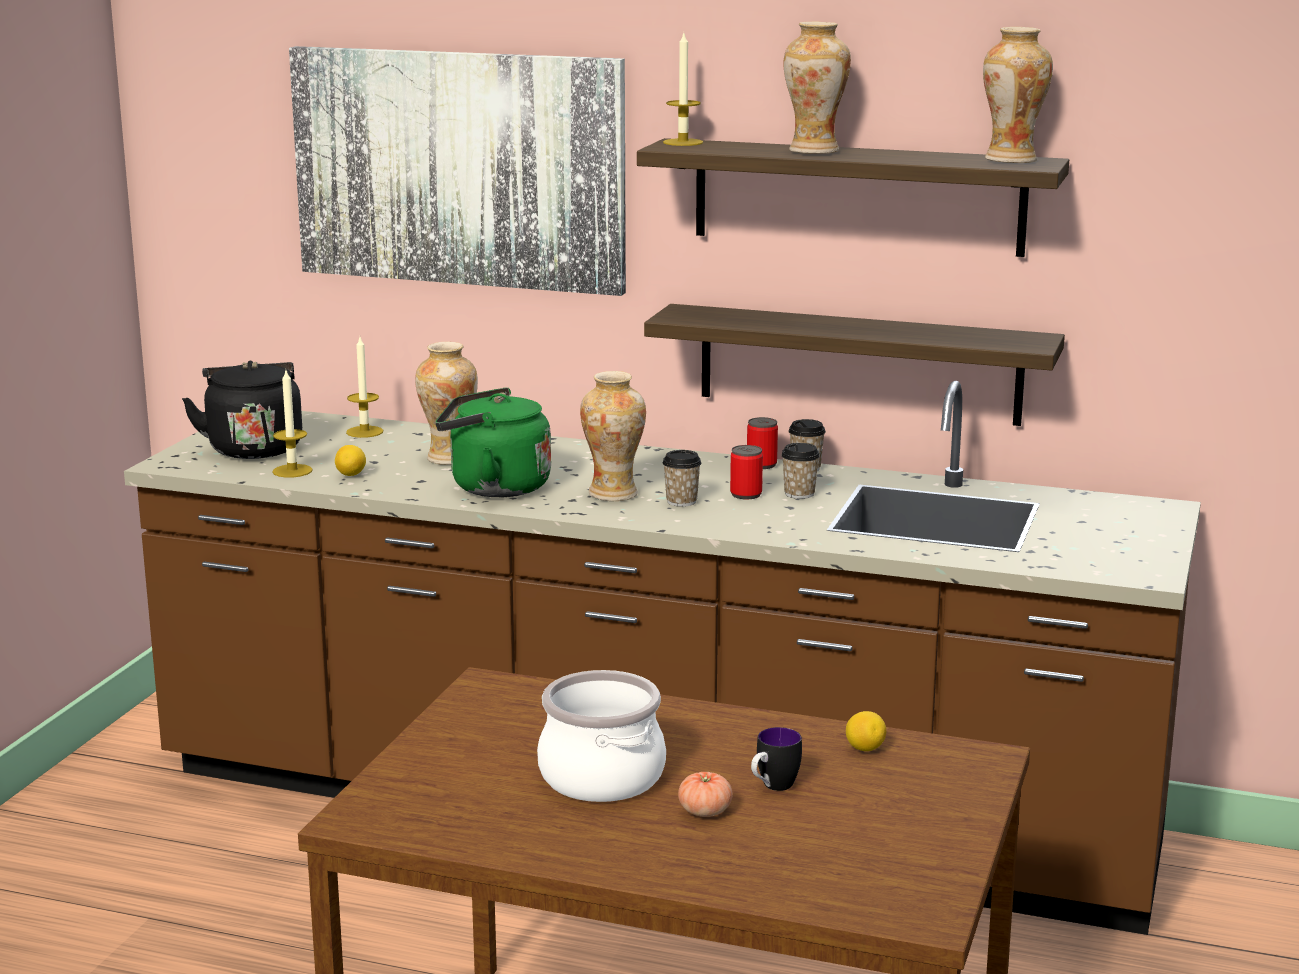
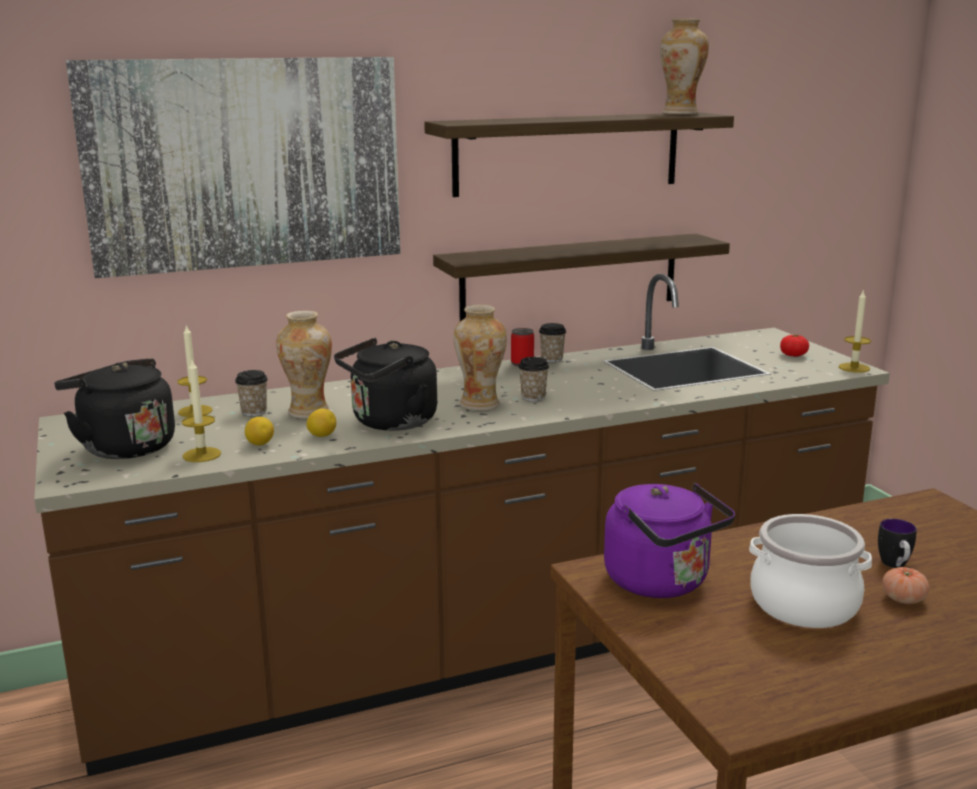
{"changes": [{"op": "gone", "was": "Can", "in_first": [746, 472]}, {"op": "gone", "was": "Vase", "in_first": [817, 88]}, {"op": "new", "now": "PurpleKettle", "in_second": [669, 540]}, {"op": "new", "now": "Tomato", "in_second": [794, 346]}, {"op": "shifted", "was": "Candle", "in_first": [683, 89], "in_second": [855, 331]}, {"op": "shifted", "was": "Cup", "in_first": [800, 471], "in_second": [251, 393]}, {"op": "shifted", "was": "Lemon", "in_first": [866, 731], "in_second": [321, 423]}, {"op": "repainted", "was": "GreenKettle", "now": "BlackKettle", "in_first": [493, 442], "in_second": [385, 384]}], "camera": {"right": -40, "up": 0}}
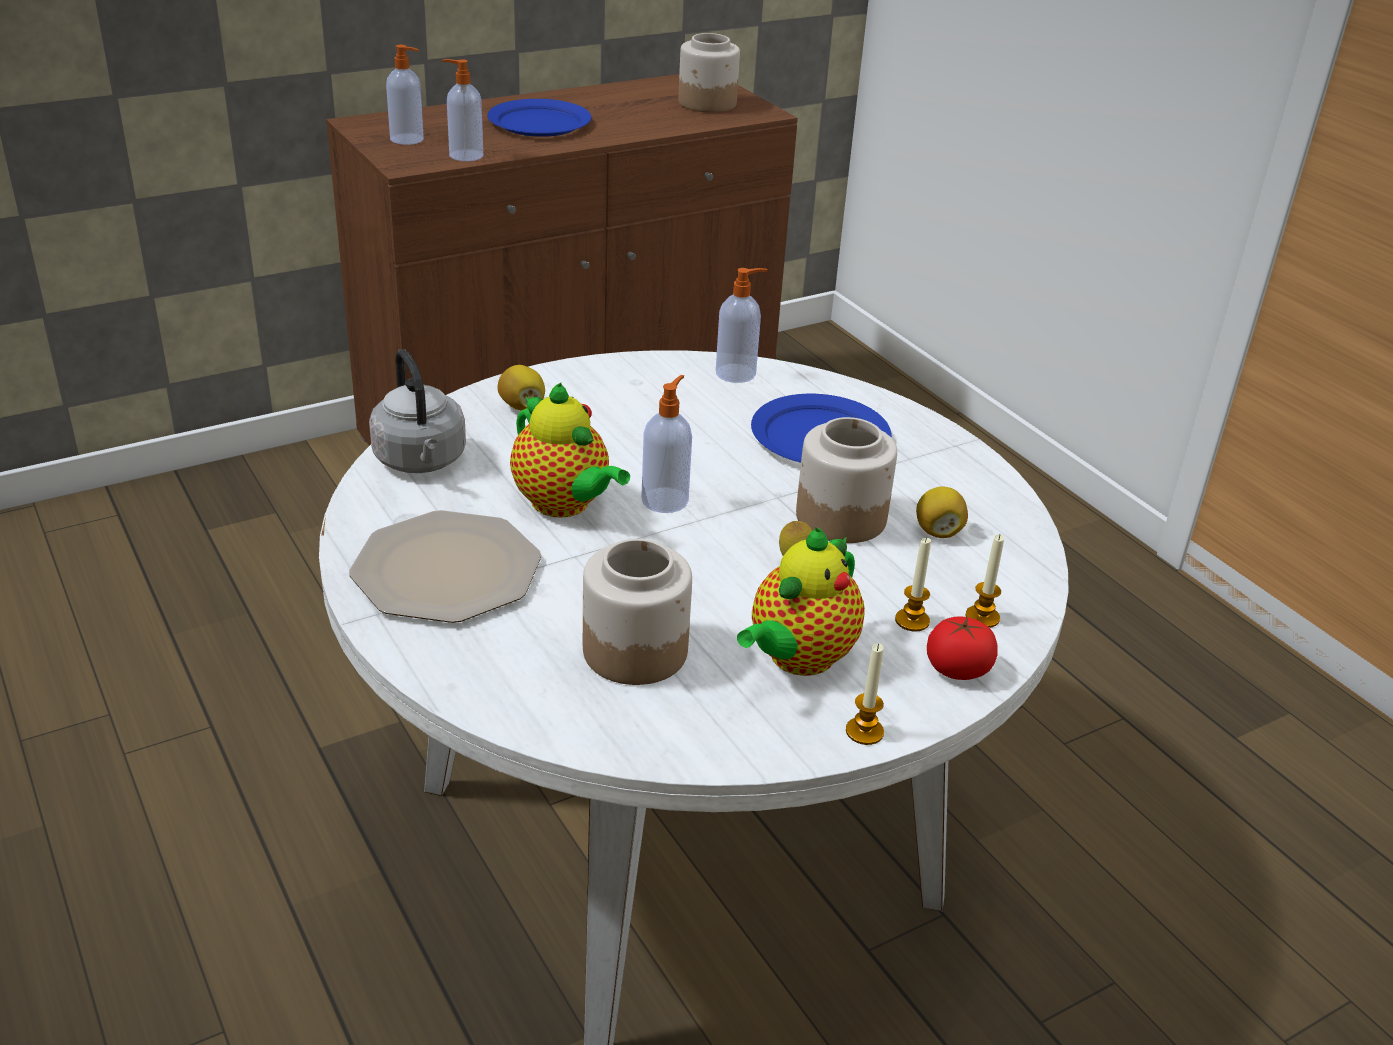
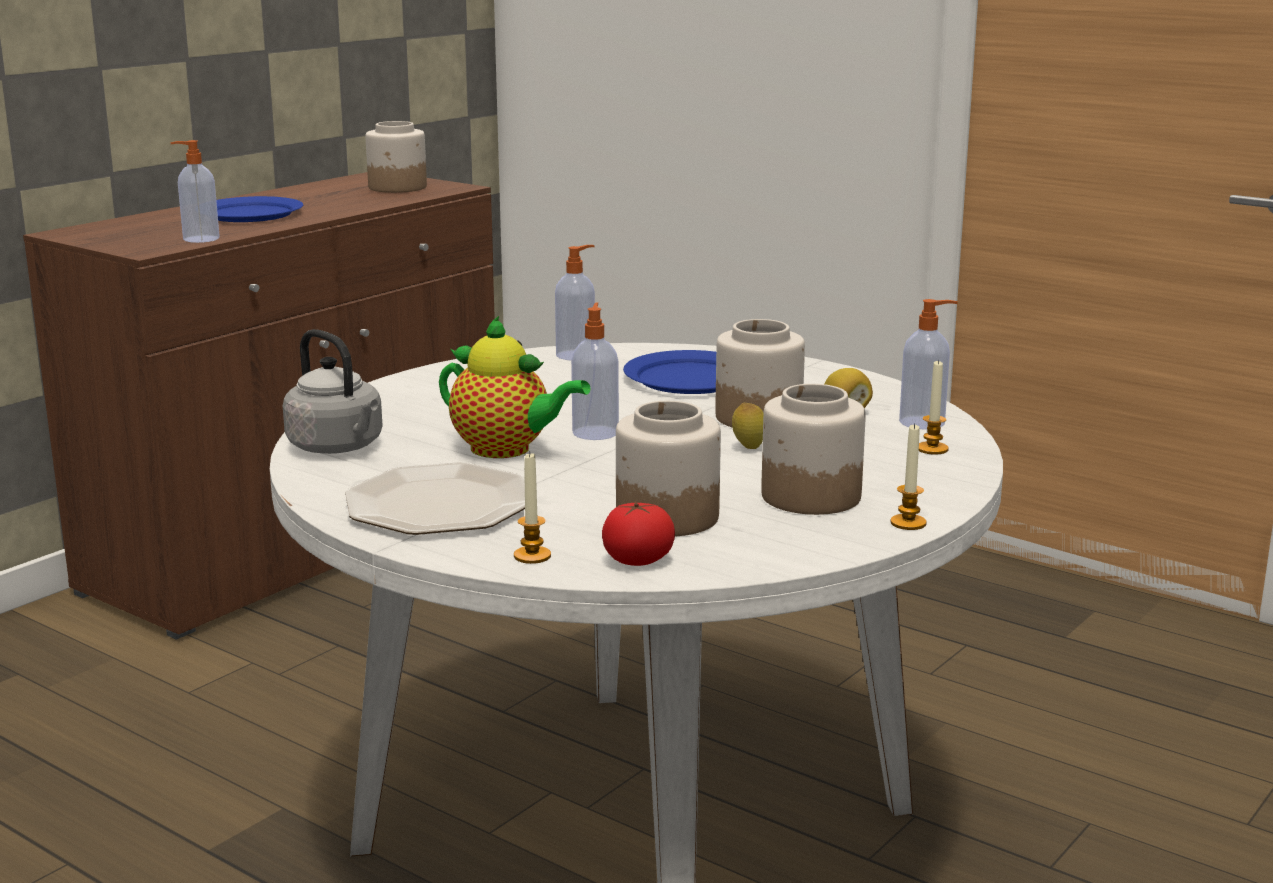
{"changes": [{"op": "gone", "was": "Lemon", "in_first": [521, 388]}, {"op": "shifted", "was": "SoapDispenser", "in_first": [405, 95], "in_second": [928, 364]}, {"op": "shifted", "was": "Candle", "in_first": [913, 584], "in_second": [532, 508]}, {"op": "shifted", "was": "Tomato", "in_first": [962, 648], "in_second": [638, 533]}, {"op": "swapped", "was": "Teapot", "now": "Jar", "in_first": [801, 601], "in_second": [813, 449]}], "camera": {"right": -20, "up": -15}}
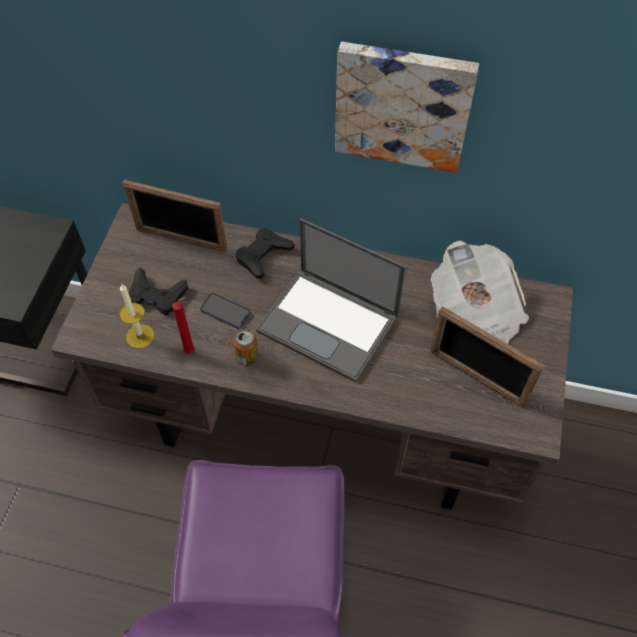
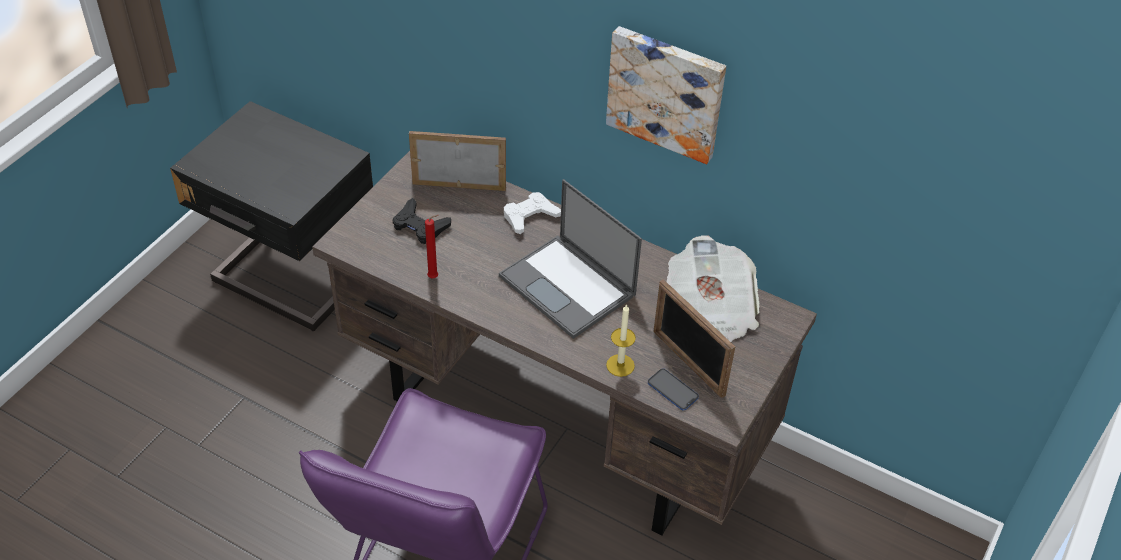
{"changes": [{"op": "gone", "was": "Can", "in_first": [245, 347]}, {"op": "shifted", "was": "Candle", "in_first": [136, 316], "in_second": [621, 340]}, {"op": "shifted", "was": "Phone", "in_first": [225, 311], "in_second": [673, 389]}, {"op": "repainted", "was": "BlackGameController", "now": "WhiteGameController", "in_first": [265, 253], "in_second": [532, 213]}, {"op": "rotated", "was": "PictureFrame", "in_first": [174, 215], "in_second": [457, 161], "clockwise": 150}], "camera": {"right": 15, "up": -10}}
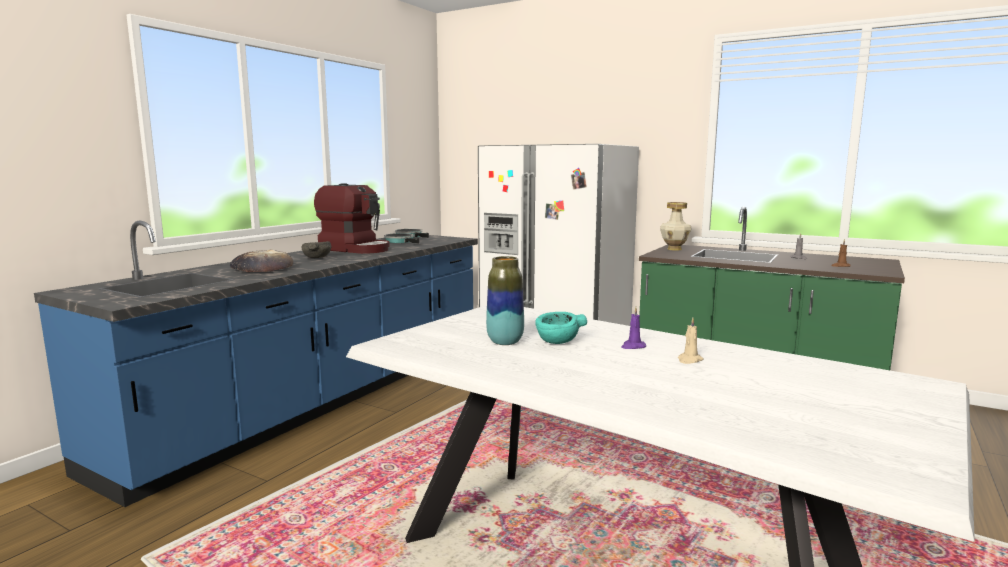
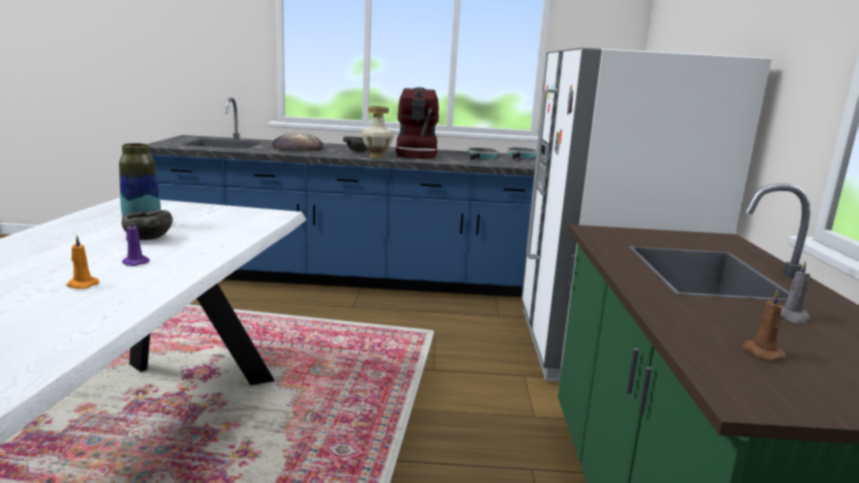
{"changes": [{"op": "shifted", "was": "Vase", "in_first": [676, 226], "in_second": [377, 132]}, {"op": "repainted", "was": "TurquoiseBowl", "now": "GreyBowl", "in_first": [561, 328], "in_second": [147, 225]}, {"op": "repainted", "was": "BeigeCandle", "now": "OrangeCandle", "in_first": [691, 341], "in_second": [82, 262]}], "camera": {"right": 60, "up": 5}}
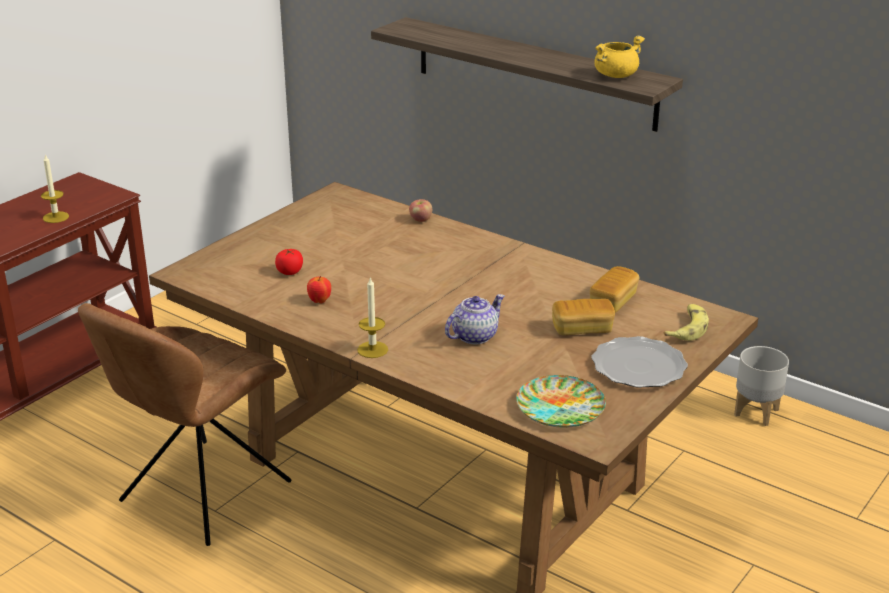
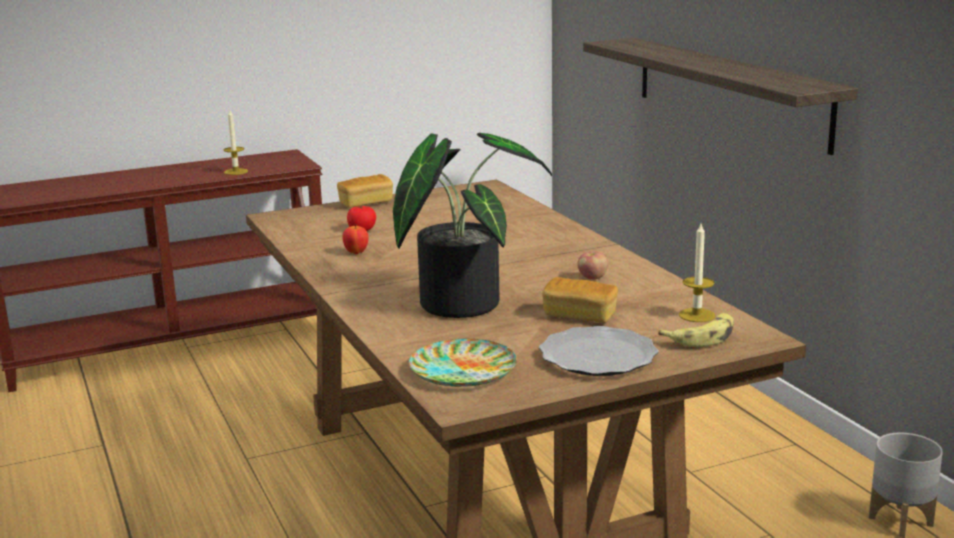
{"changes": [{"op": "gone", "was": "BrownChair", "in_first": [184, 424]}, {"op": "gone", "was": "YellowCookingPot", "in_first": [619, 57]}, {"op": "shifted", "was": "Candle", "in_first": [372, 317], "in_second": [697, 273]}, {"op": "shifted", "was": "Apple", "in_first": [420, 210], "in_second": [593, 265]}, {"op": "shifted", "was": "Bread", "in_first": [614, 289], "in_second": [365, 191]}, {"op": "swapped", "was": "Teapot", "now": "PottedPlant", "in_first": [474, 319], "in_second": [472, 225]}], "camera": {"right": 30, "up": -10}}
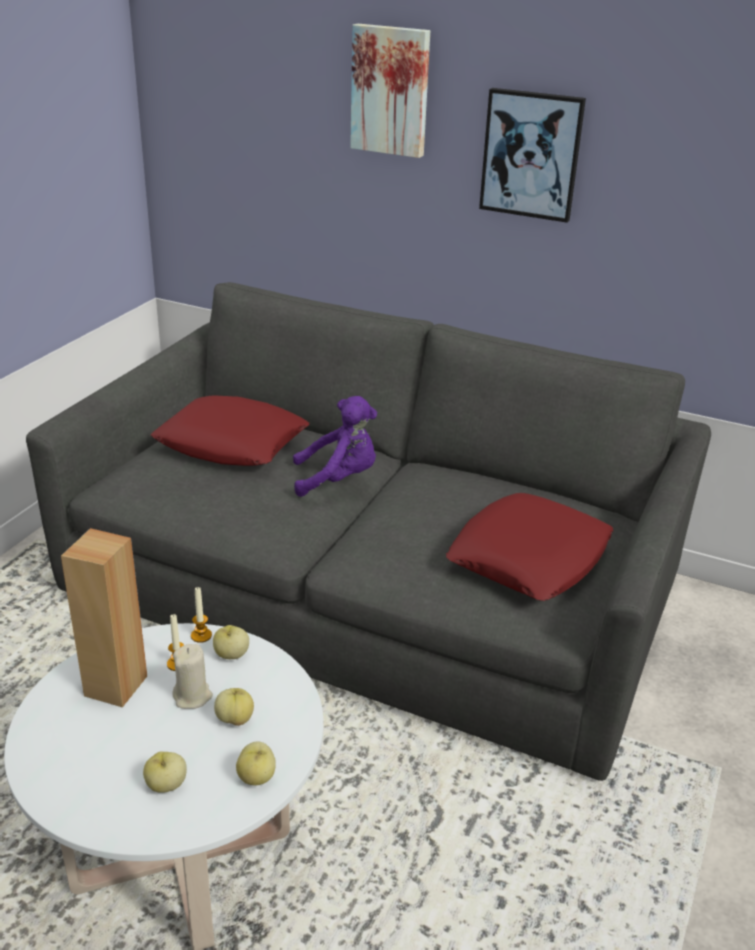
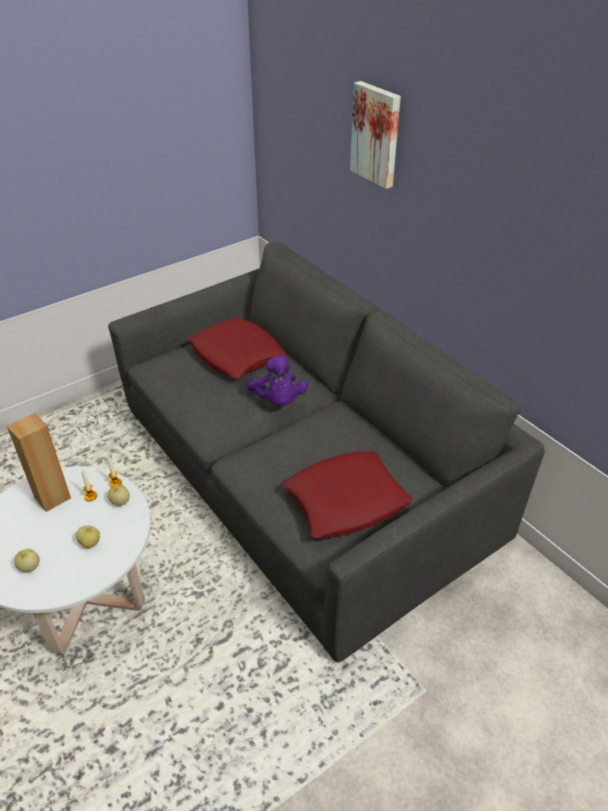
{"changes": [{"op": "gone", "was": "BeigeCandle", "in_first": [192, 676]}, {"op": "gone", "was": "Apple", "in_first": [256, 763]}, {"op": "gone", "was": "Picture", "in_first": [532, 155]}, {"op": "rotated", "was": "PurplePlushToy", "in_first": [335, 446], "in_second": [277, 380], "clockwise": 45}], "camera": {"right": 30, "up": 10}}
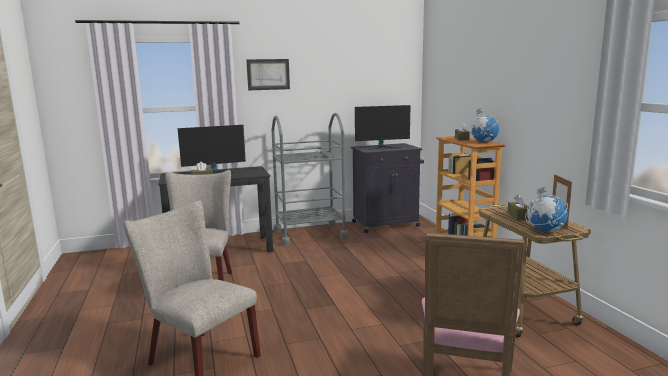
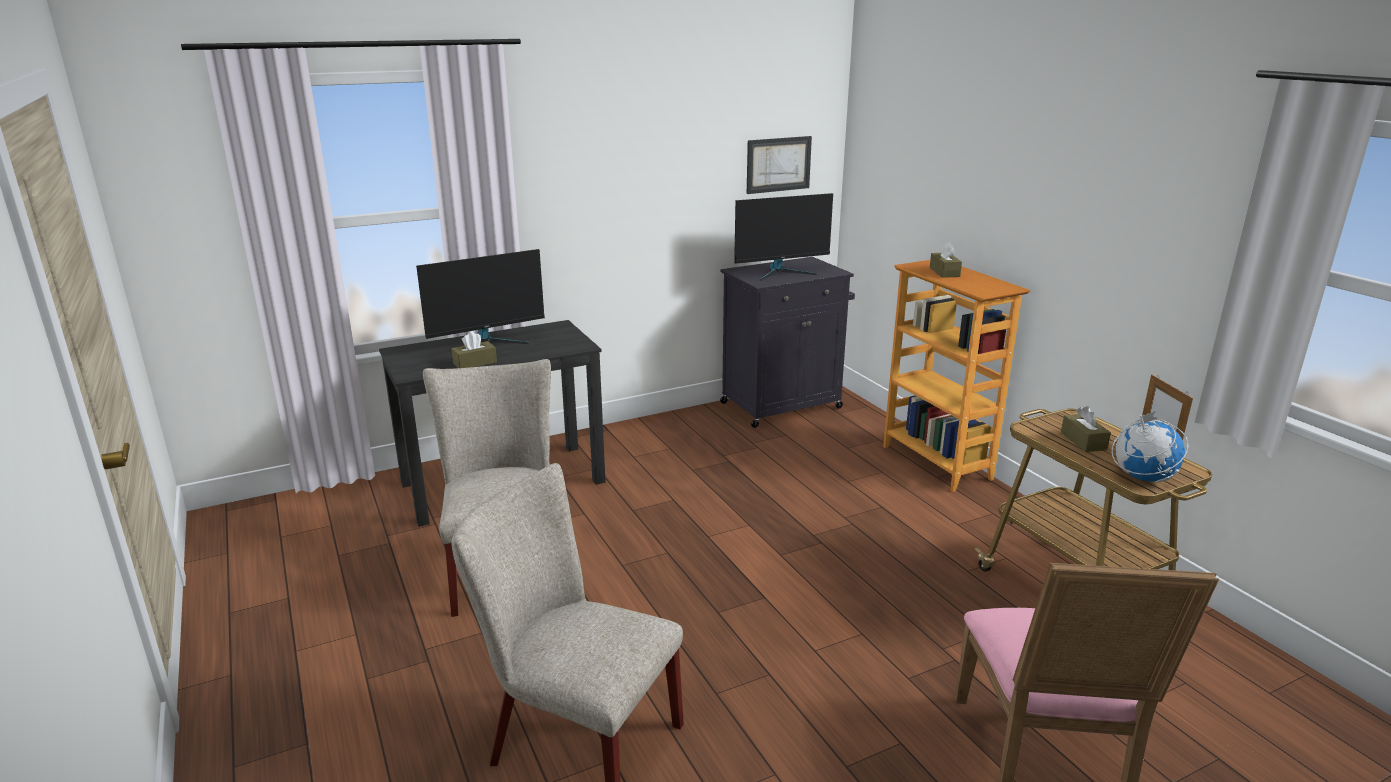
{"changes": [{"op": "gone", "was": "GreyCart", "in_first": [309, 179]}, {"op": "gone", "was": "Globe", "in_first": [484, 125]}, {"op": "shifted", "was": "Picture", "in_first": [268, 74], "in_second": [779, 165]}], "camera": {"right": -10, "up": 10}}
